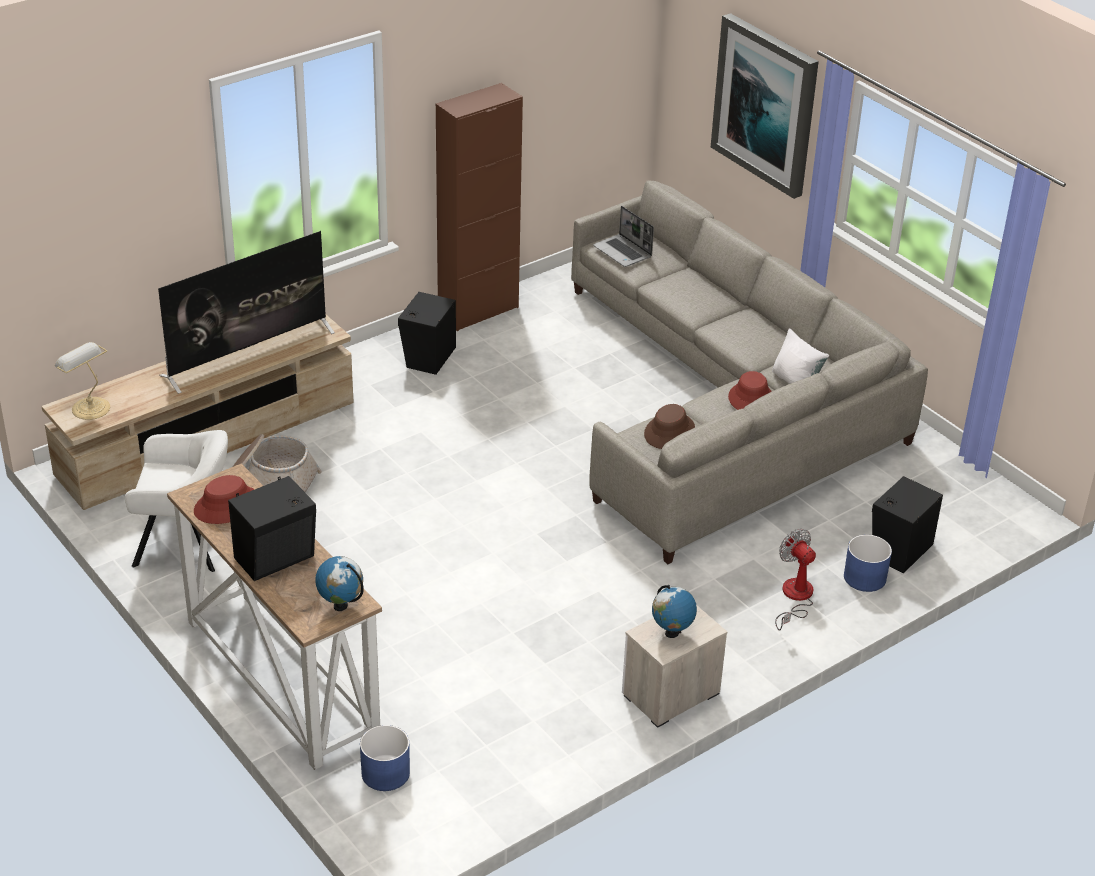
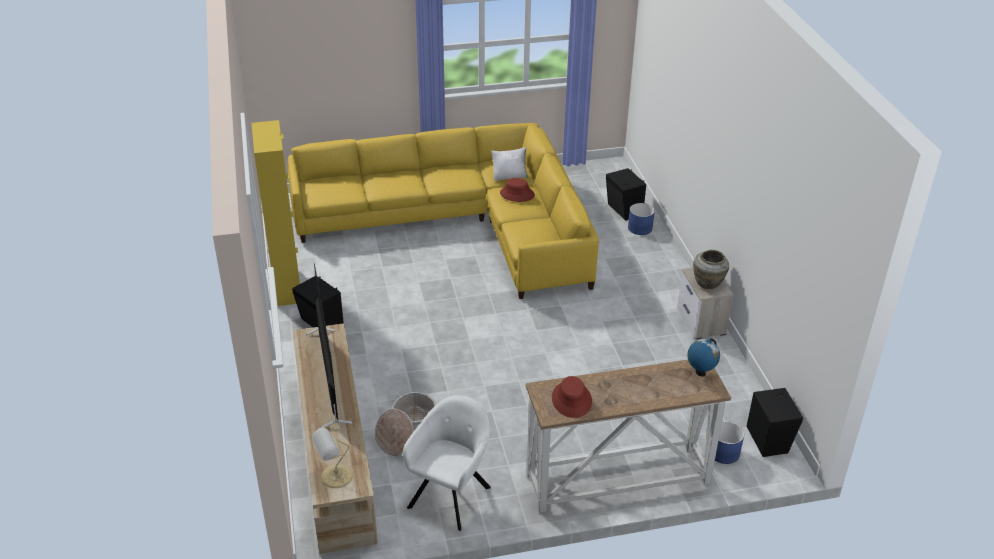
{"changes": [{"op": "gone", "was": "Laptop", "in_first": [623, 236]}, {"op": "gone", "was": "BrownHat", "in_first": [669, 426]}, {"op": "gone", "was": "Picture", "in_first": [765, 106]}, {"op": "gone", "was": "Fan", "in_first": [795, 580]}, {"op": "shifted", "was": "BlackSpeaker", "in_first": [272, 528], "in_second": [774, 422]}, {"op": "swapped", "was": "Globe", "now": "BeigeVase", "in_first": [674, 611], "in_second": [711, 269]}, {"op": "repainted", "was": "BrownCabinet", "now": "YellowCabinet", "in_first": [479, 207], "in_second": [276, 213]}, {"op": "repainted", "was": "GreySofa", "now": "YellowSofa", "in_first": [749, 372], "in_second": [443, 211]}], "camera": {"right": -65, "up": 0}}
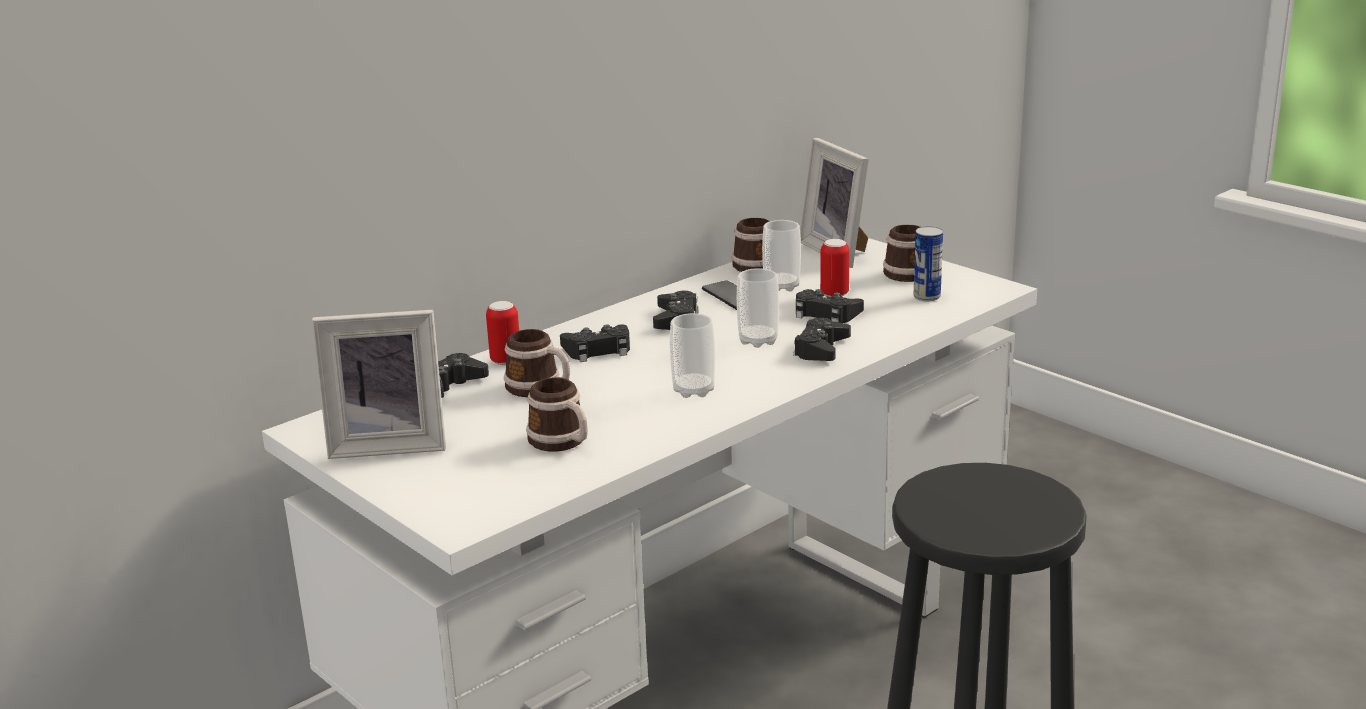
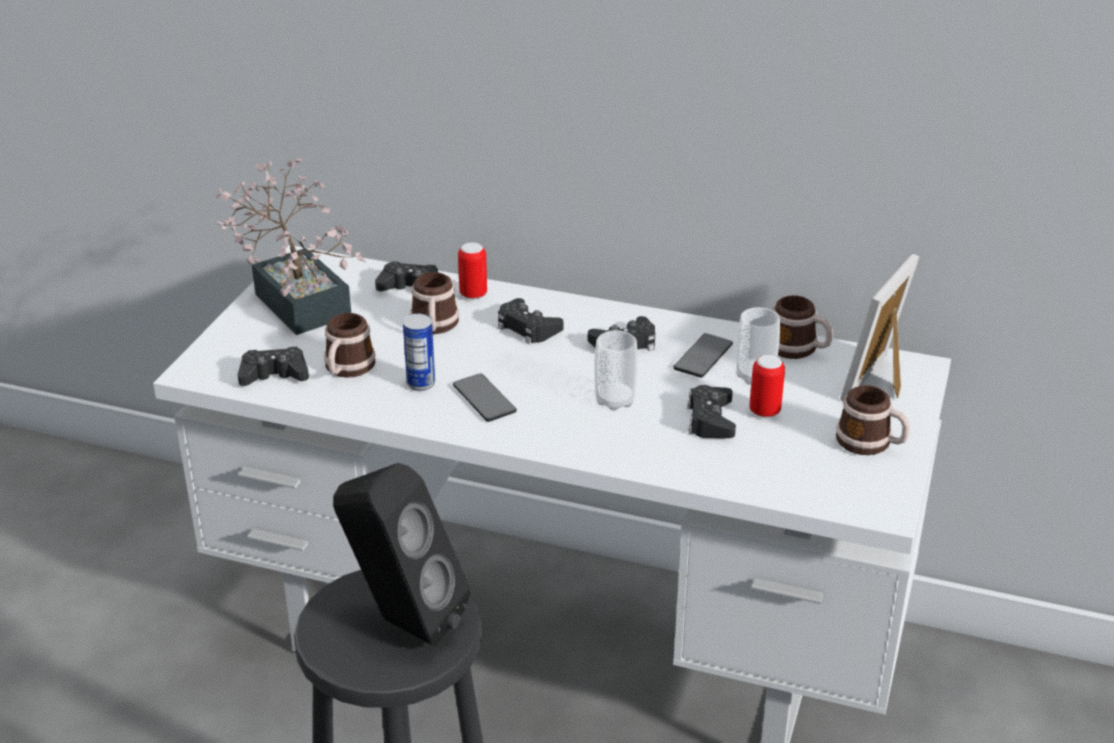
{"changes": [{"op": "new", "now": "BlackSpeaker", "in_second": [401, 555]}, {"op": "shifted", "was": "BlackGameController", "in_first": [822, 339], "in_second": [273, 366]}, {"op": "shifted", "was": "Can", "in_first": [928, 263], "in_second": [419, 352]}, {"op": "swapped", "was": "PictureFrame", "now": "PottedPlant", "in_first": [379, 384], "in_second": [289, 246]}, {"op": "swapped", "was": "Cup", "now": "Phone", "in_first": [692, 355], "in_second": [485, 397]}], "camera": {"right": 60, "up": 10}}
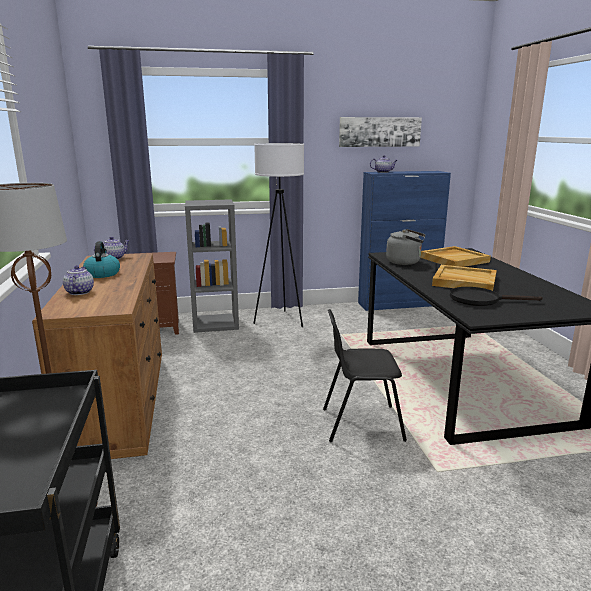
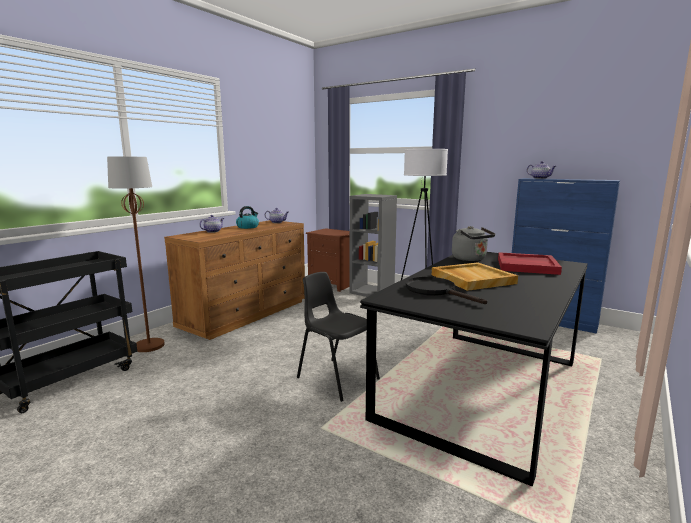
{"changes": [{"op": "gone", "was": "Picture", "in_first": [380, 132]}, {"op": "repainted", "was": "BeigeTray", "now": "RedTray", "in_first": [455, 256], "in_second": [530, 263]}], "camera": {"right": 45, "up": -5}}
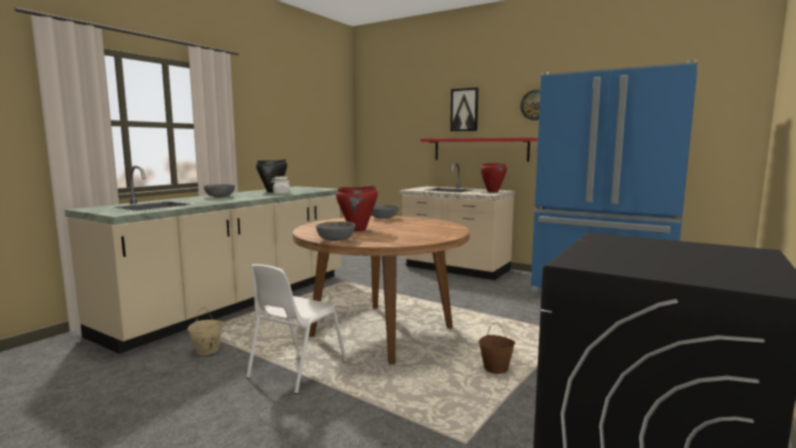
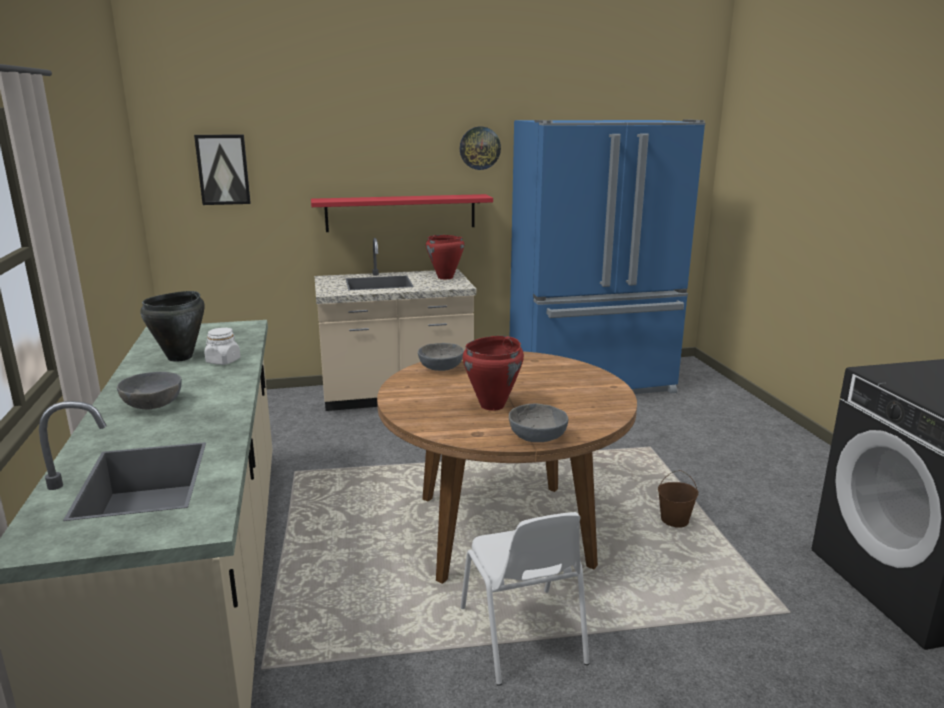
{"changes": [{"op": "gone", "was": "BeigeBucket", "in_first": [205, 331]}, {"op": "shifted", "was": "Picture", "in_first": [464, 109], "in_second": [222, 169]}], "camera": {"right": -45, "up": 10}}
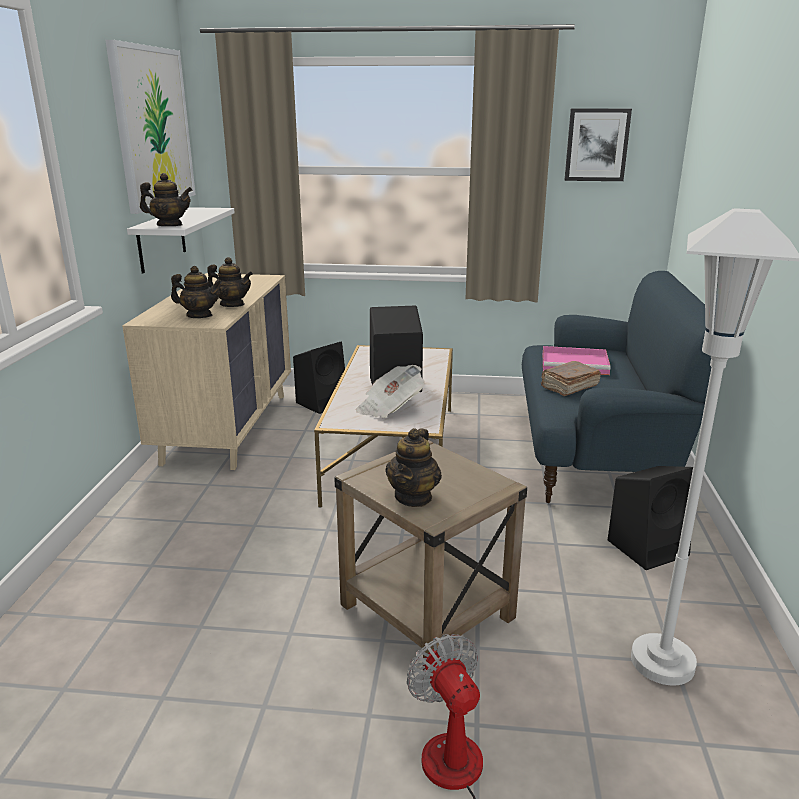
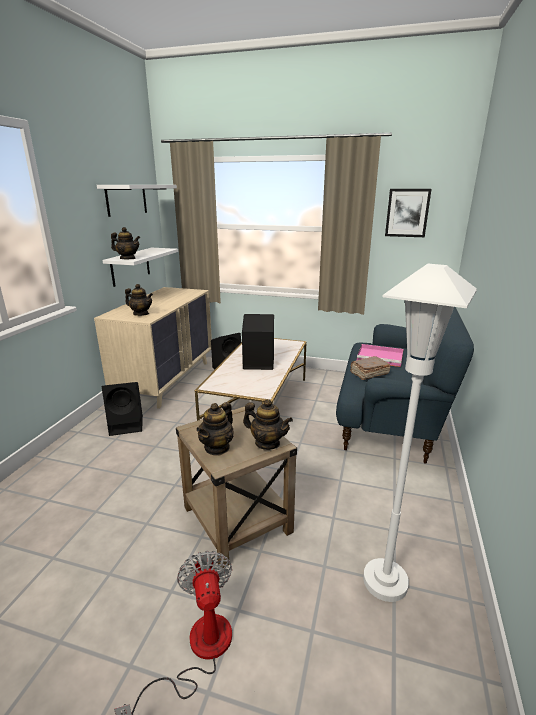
{"changes": [{"op": "gone", "was": "Newspaper", "in_first": [390, 391]}, {"op": "shifted", "was": "Teapot", "in_first": [230, 282], "in_second": [268, 424]}, {"op": "shifted", "was": "BlackSpeaker", "in_first": [650, 518], "in_second": [122, 409]}, {"op": "swapped", "was": "Picture", "now": "WhiteShelf", "in_first": [150, 127], "in_second": [137, 201]}], "camera": {"right": 10, "up": 0}}
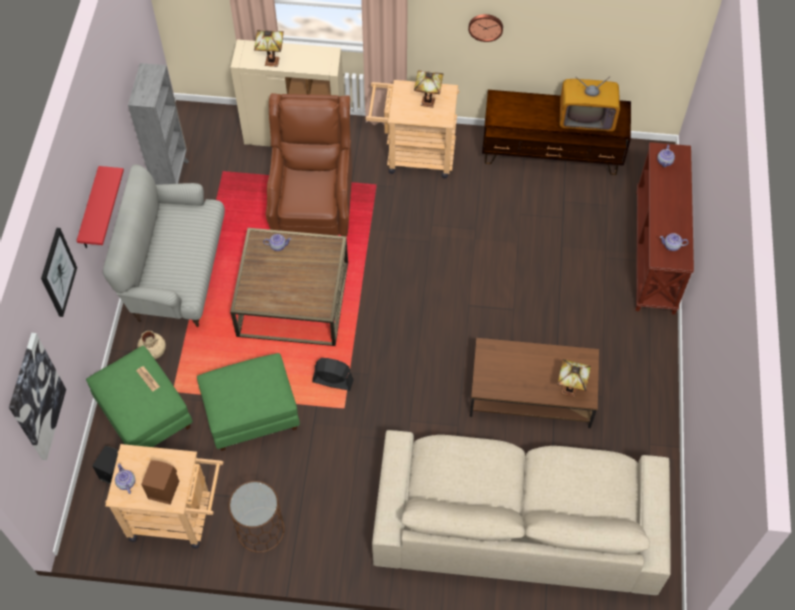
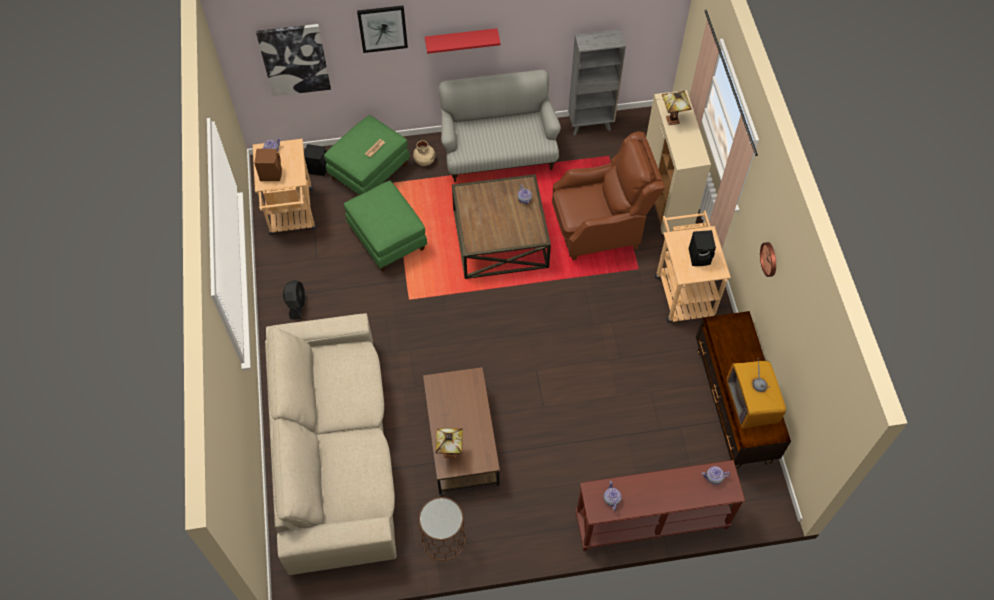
{"changes": [{"op": "shifted", "was": "BrownSideTable", "in_first": [257, 517], "in_second": [442, 529]}, {"op": "shifted", "was": "BlackFan", "in_first": [333, 374], "in_second": [294, 299]}, {"op": "swapped", "was": "TableLamp", "now": "BlackSpeaker", "in_first": [428, 89], "in_second": [702, 248]}], "camera": {"right": 75, "up": 0}}
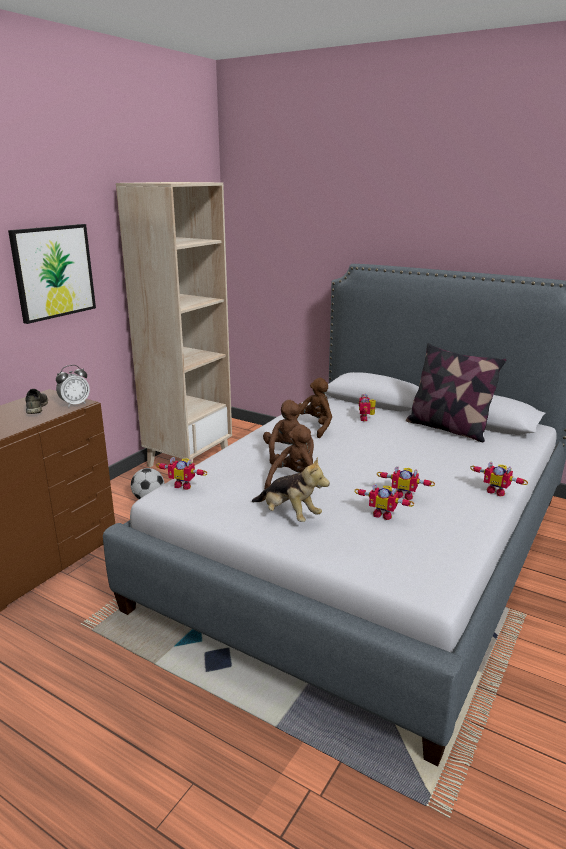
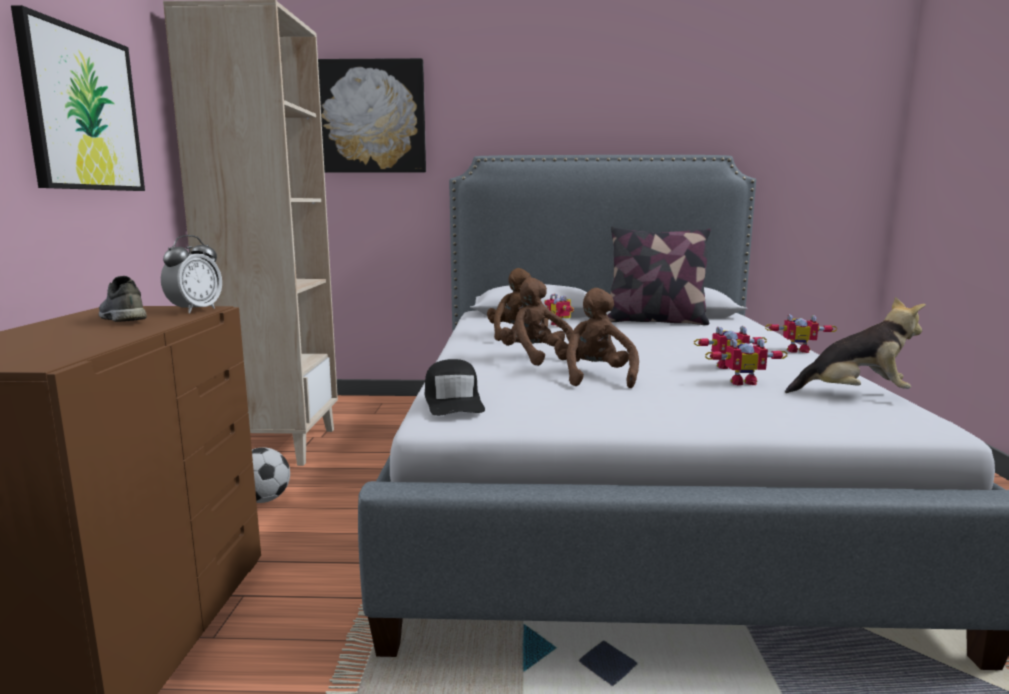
{"changes": [{"op": "new", "now": "Picture", "in_second": [372, 115]}, {"op": "shifted", "was": "PlushToy", "in_first": [291, 489], "in_second": [855, 345]}, {"op": "swapped", "was": "ToyRobot", "now": "BlackCap", "in_first": [181, 473], "in_second": [455, 387]}], "camera": {"right": -30, "up": -10}}
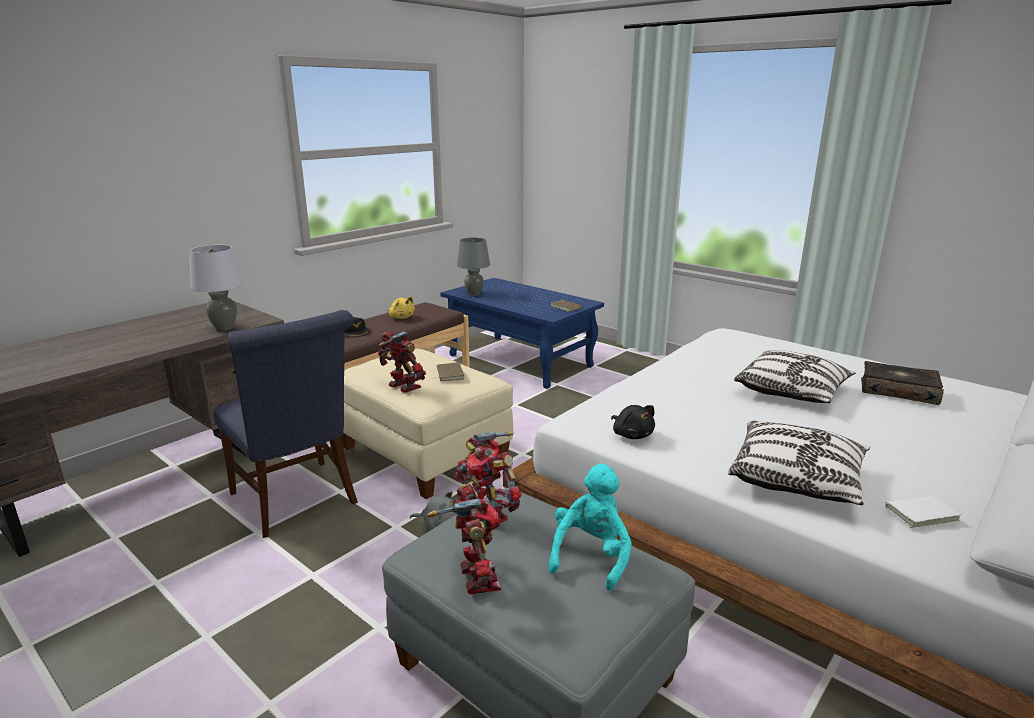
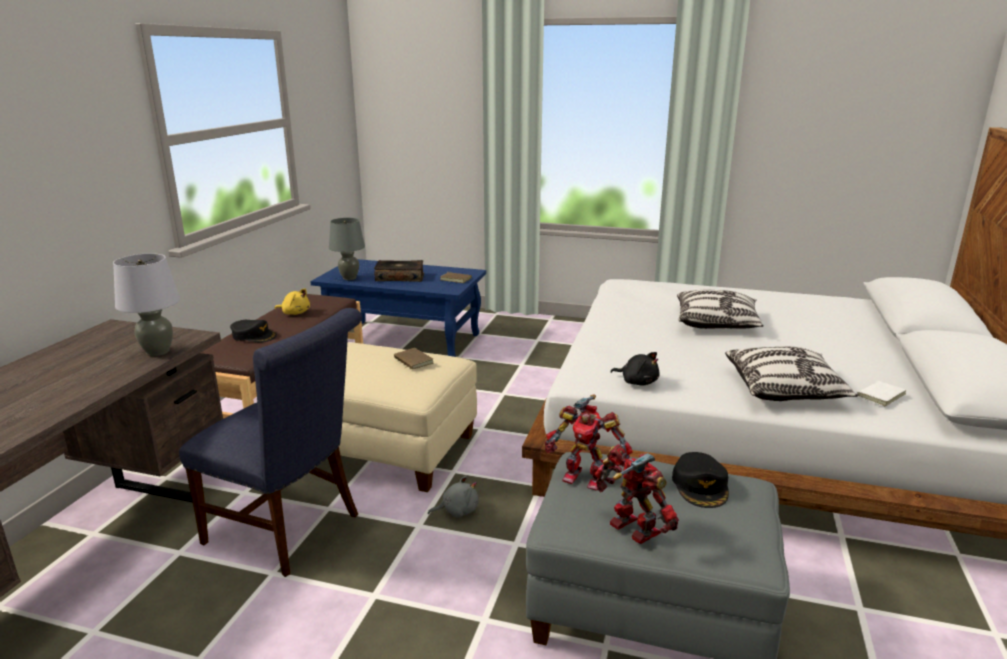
{"changes": [{"op": "gone", "was": "ToyRobot", "in_first": [402, 362]}, {"op": "shifted", "was": "Book", "in_first": [902, 383], "in_second": [399, 271]}, {"op": "swapped", "was": "TurquoisePlushToy", "now": "BlackCap", "in_first": [590, 527], "in_second": [700, 480]}], "camera": {"right": -25, "up": 0}}
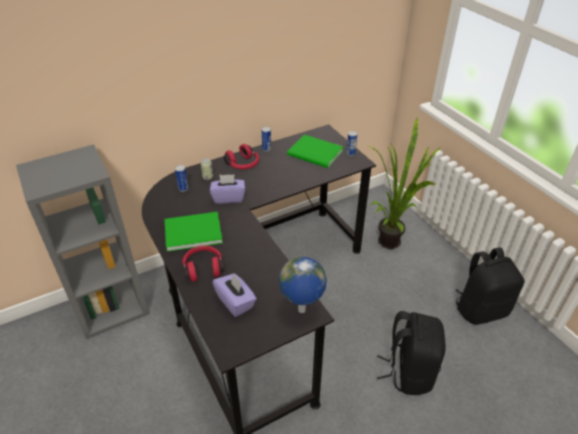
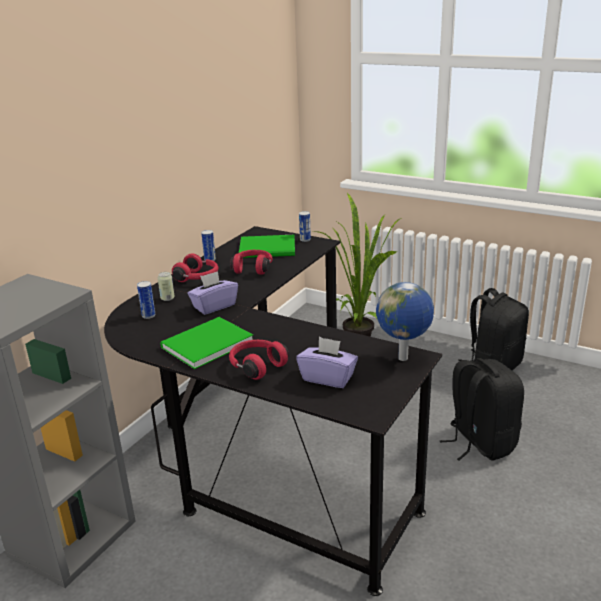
{"changes": [{"op": "new", "now": "RedHeadphones", "in_second": [251, 262]}], "camera": {"right": -30, "up": -15}}
